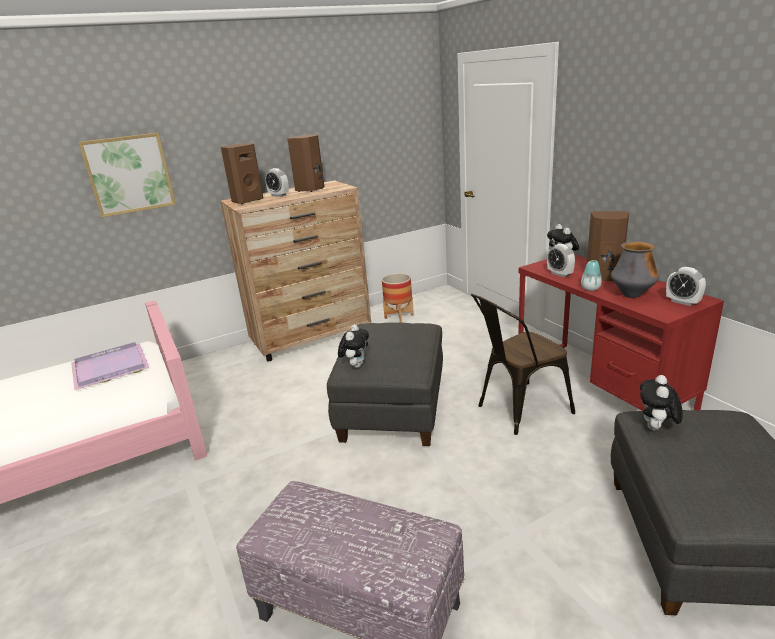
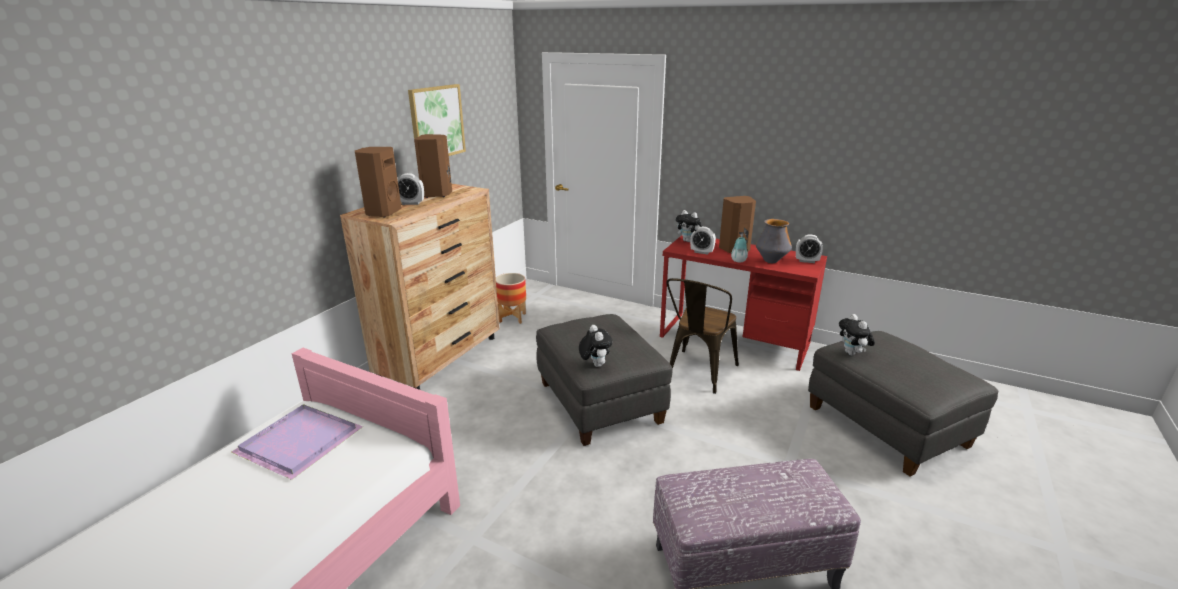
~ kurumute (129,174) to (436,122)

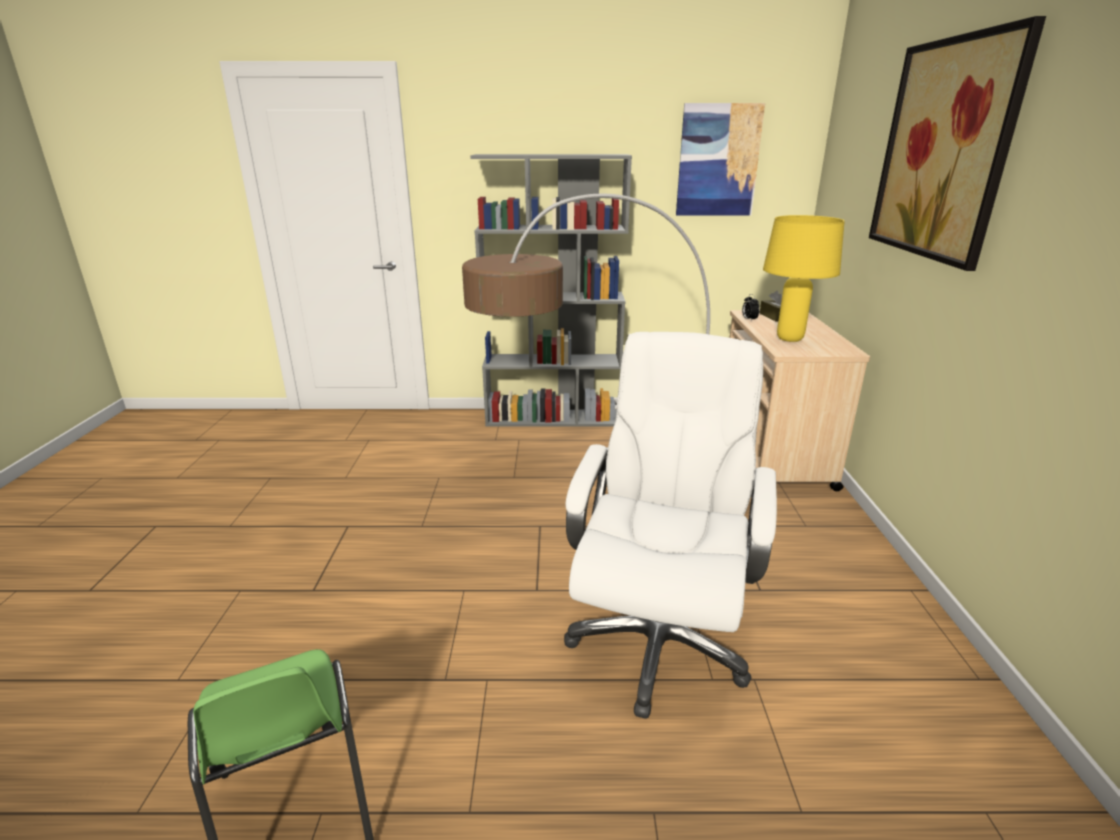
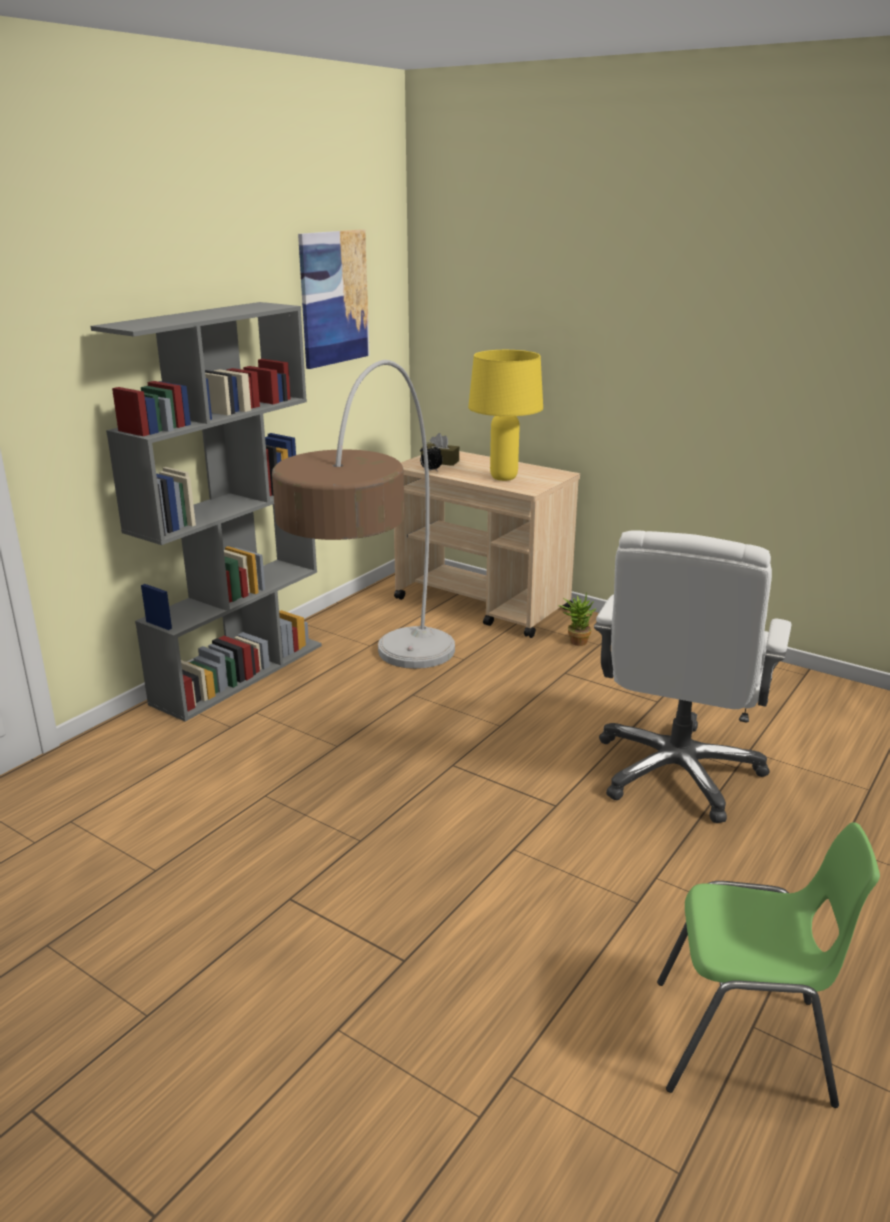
~ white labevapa (657,640) = (677,772) 120 degrees counterclockwise
- kurumute (944,150)
+ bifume (575,641)

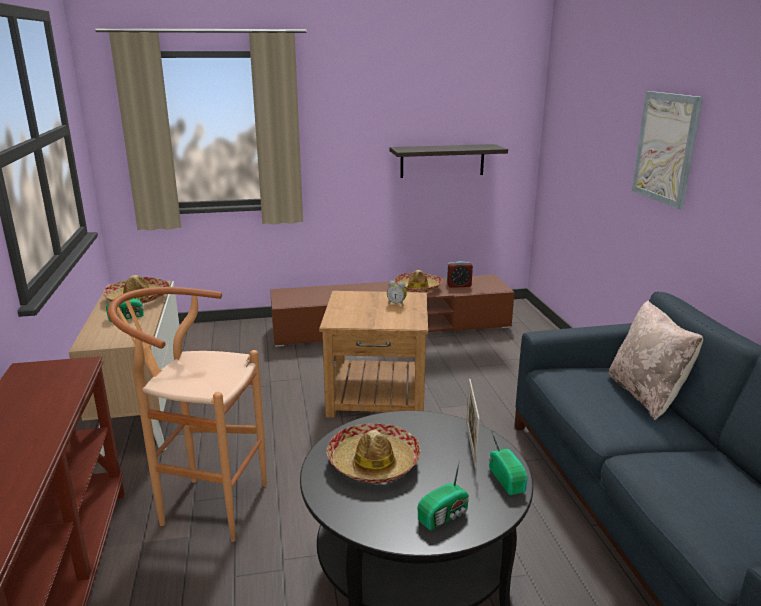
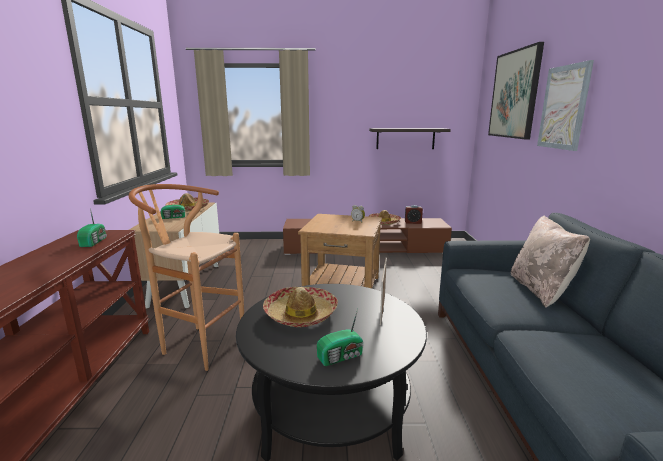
~ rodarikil (507,479) to (94,242)
+ kurumute (514,94)

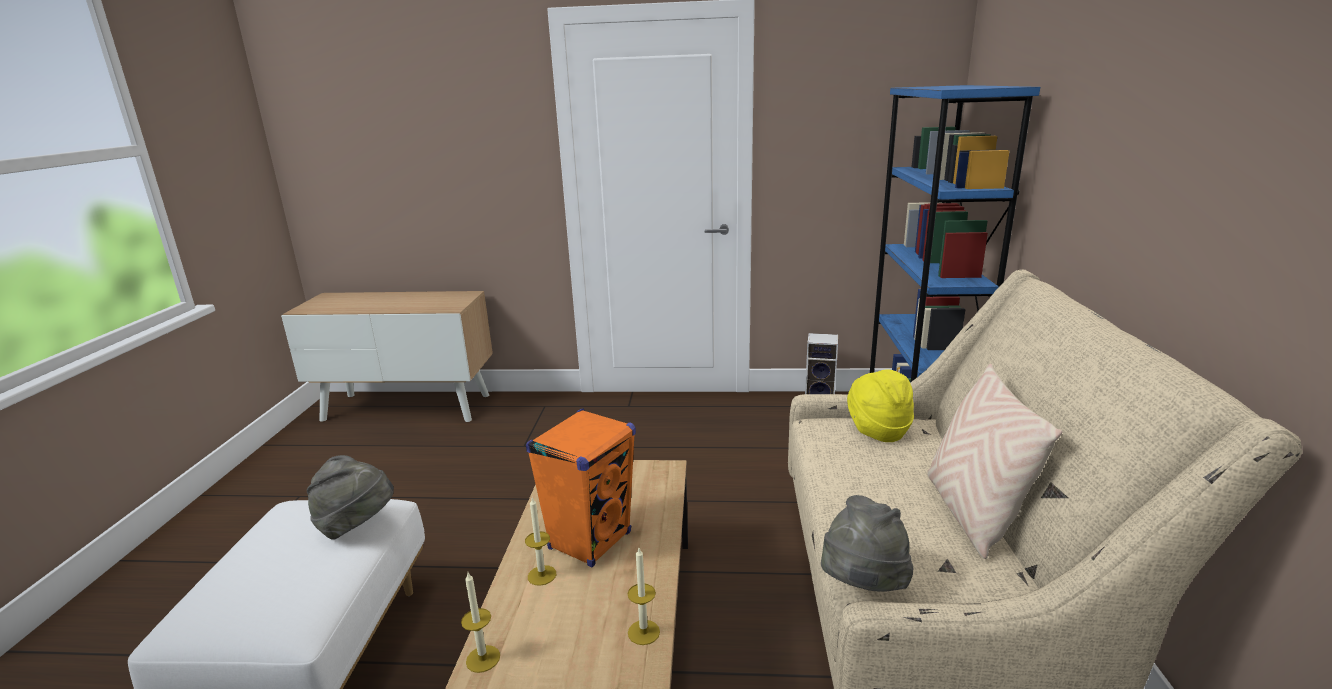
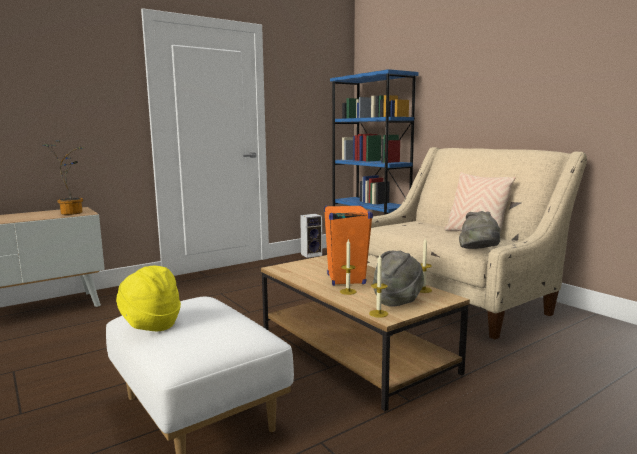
~ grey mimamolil (357,526) to (397,300)
~ yellow mimamolil (877,430) to (150,325)
+ bifume (72,212)

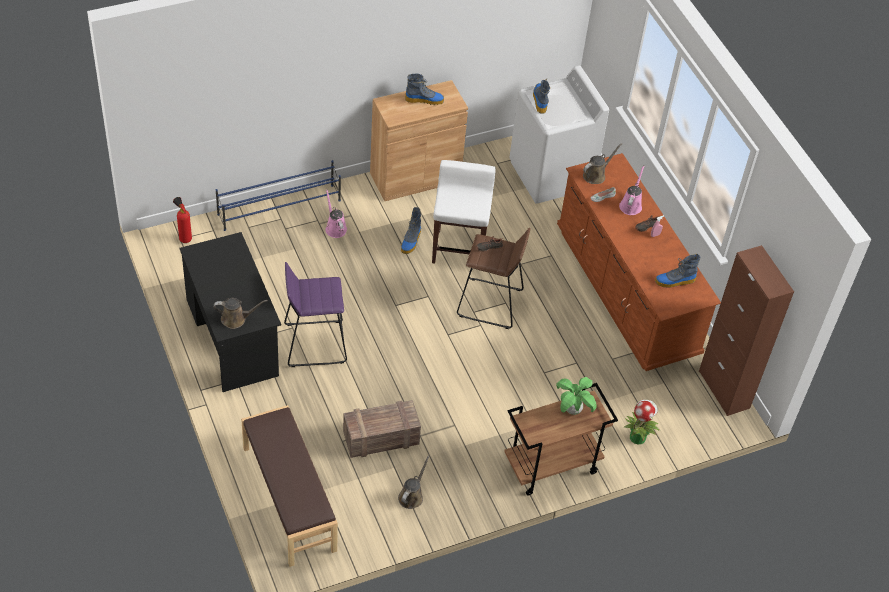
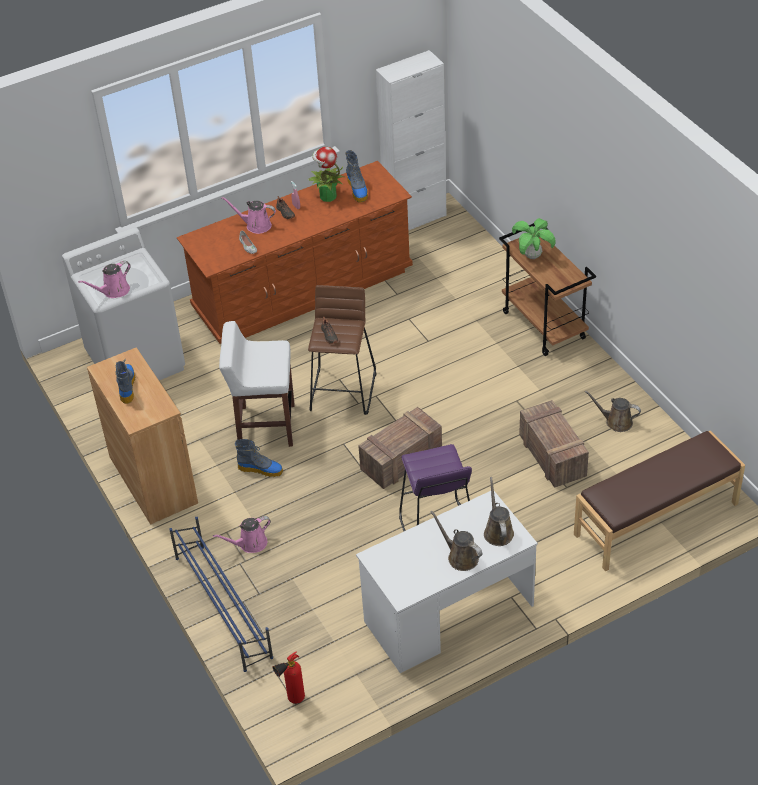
~ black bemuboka (232,337) to white bemuboka (448,614)
~ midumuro (540,100) to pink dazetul (113,291)
~ brown dazetul (596,175) to (460,557)
~ bifume (638,437) to (327,196)
~ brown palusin (724,389) to white palusin (415,218)
+ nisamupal (400,461)

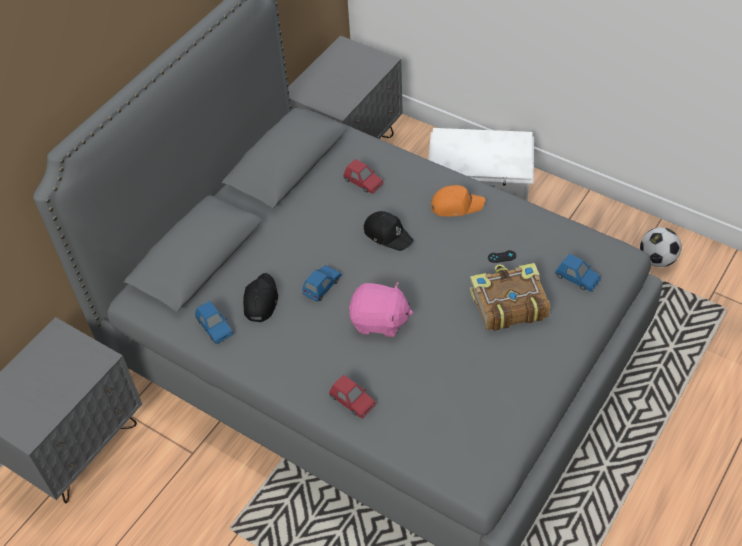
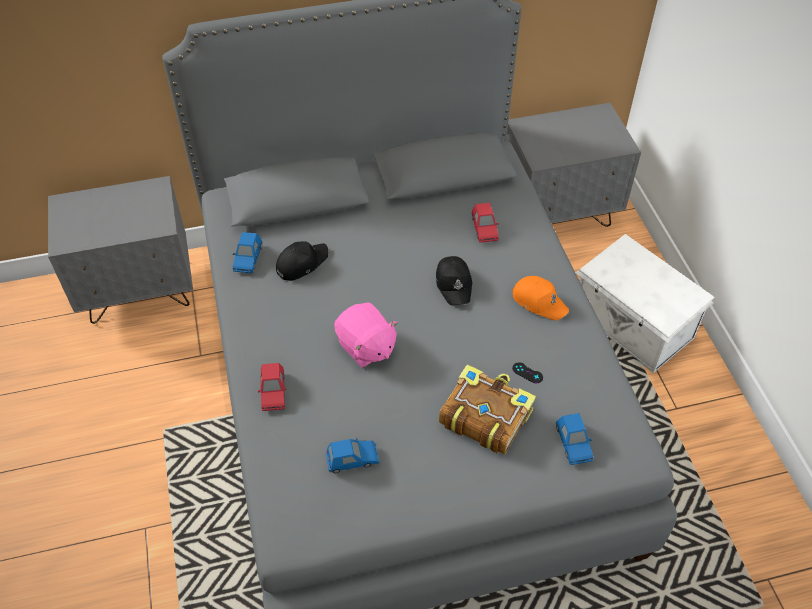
~ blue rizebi (322,286) to (352,459)
- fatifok (657,259)

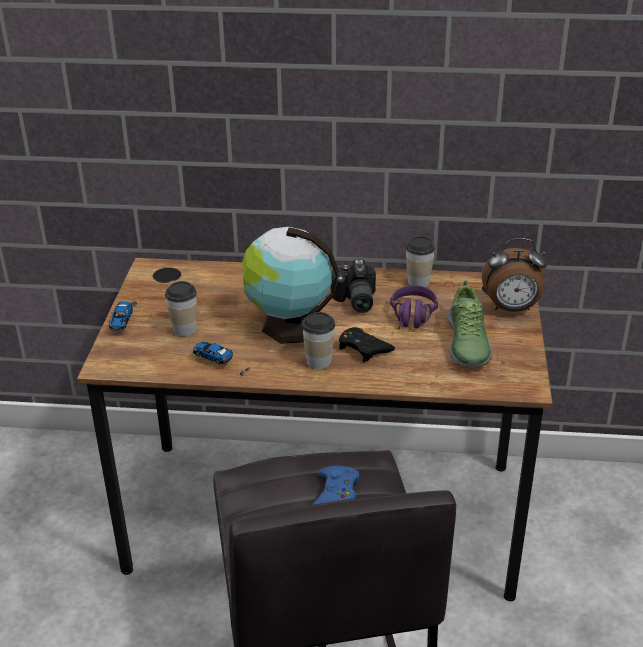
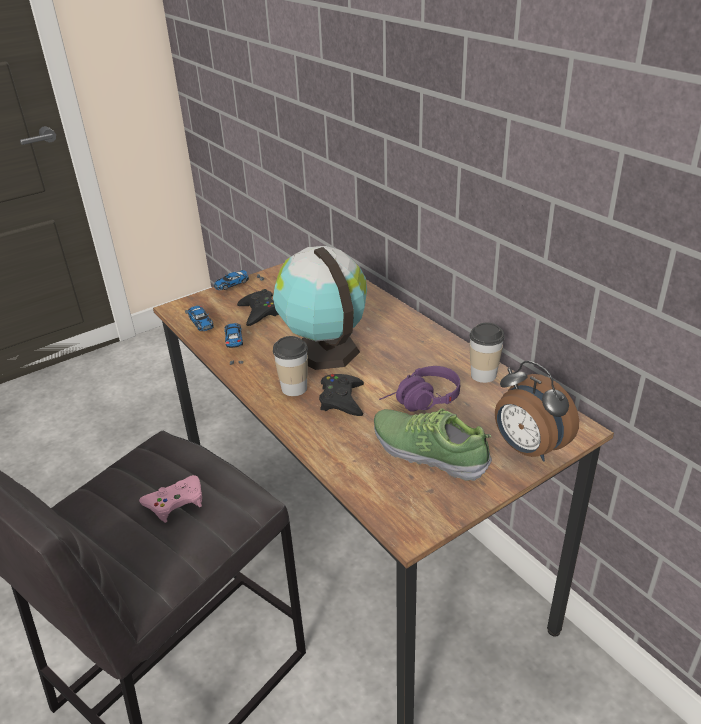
~ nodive (184,329) to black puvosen (259,312)
~ blue puvosen (335,494) to pink puvosen (175,502)
- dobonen (354,301)
~ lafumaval (466,343) = (429,452) 75 degrees clockwise
+ rizebi (199,323)

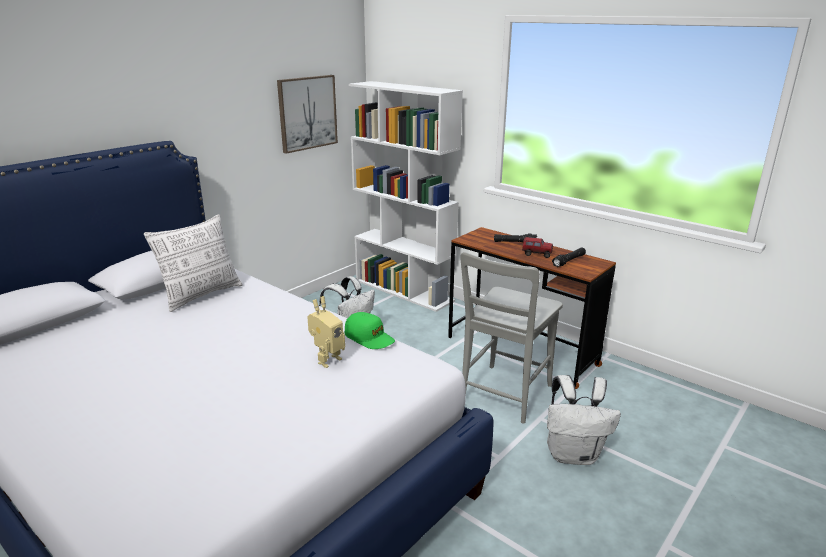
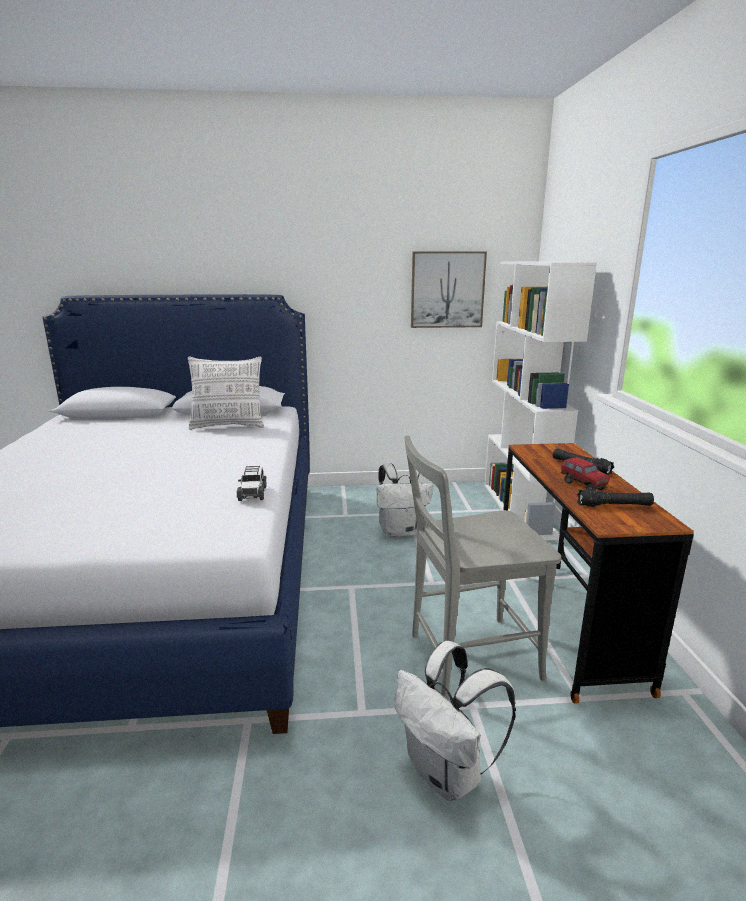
- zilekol (327,360)
~ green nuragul (369,338) to rizebi (252,493)

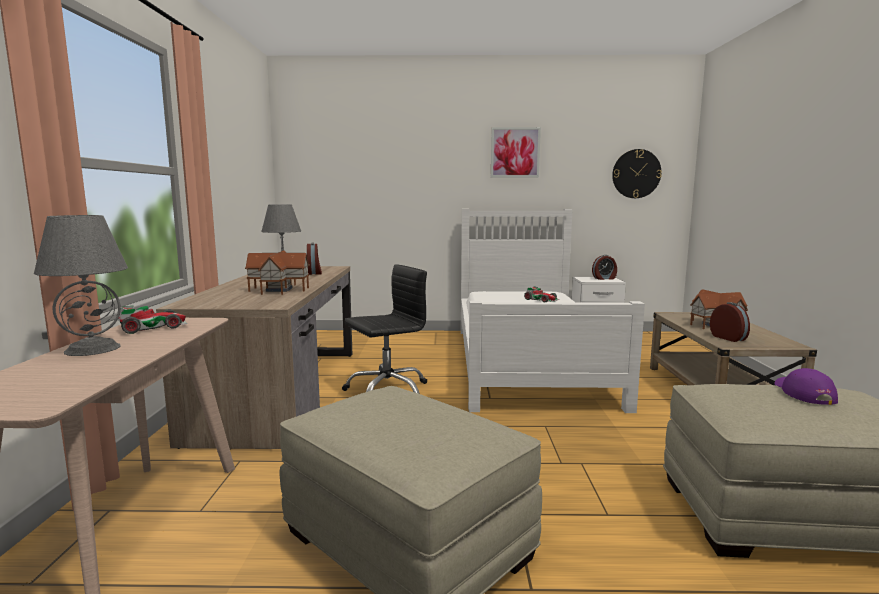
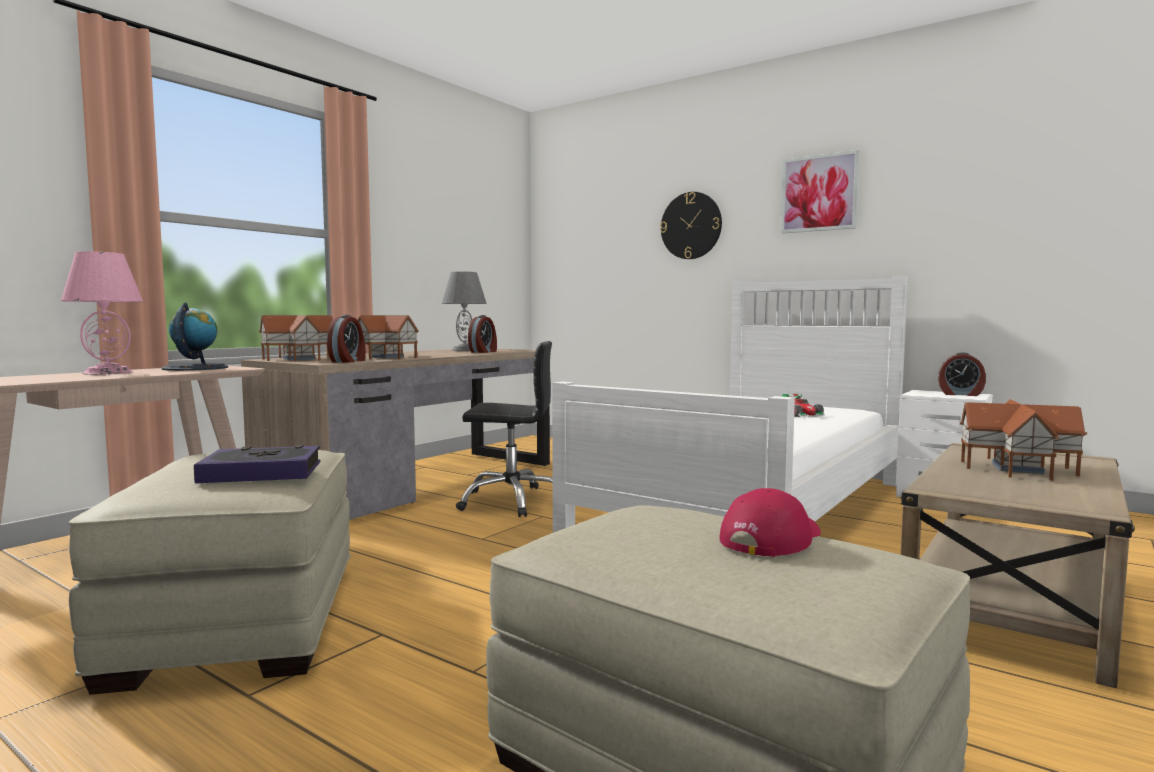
~ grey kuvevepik (93,348) to pink kuvevepik (108,372)
~ rizebi (153,327) to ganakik (195,368)
~ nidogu (636,174) to (691,225)
~ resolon (729,338) to (348,361)
~ purple nuragul (803,393) to red nuragul (771,538)
+ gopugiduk (262,473)
+ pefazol (300,359)

